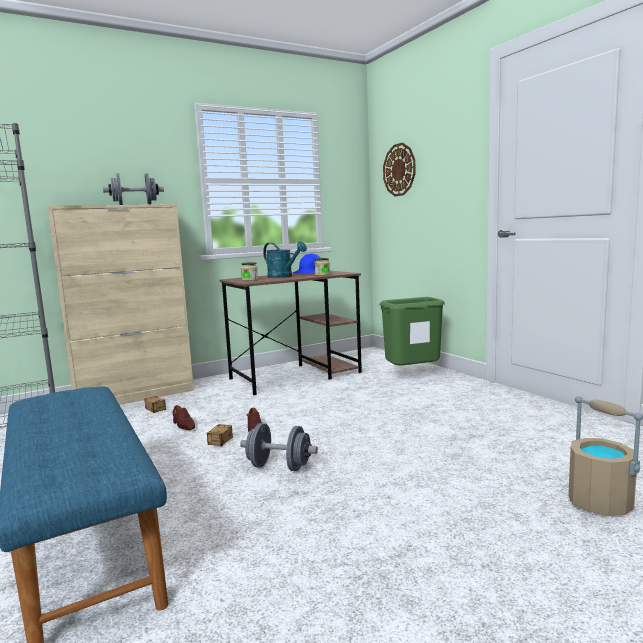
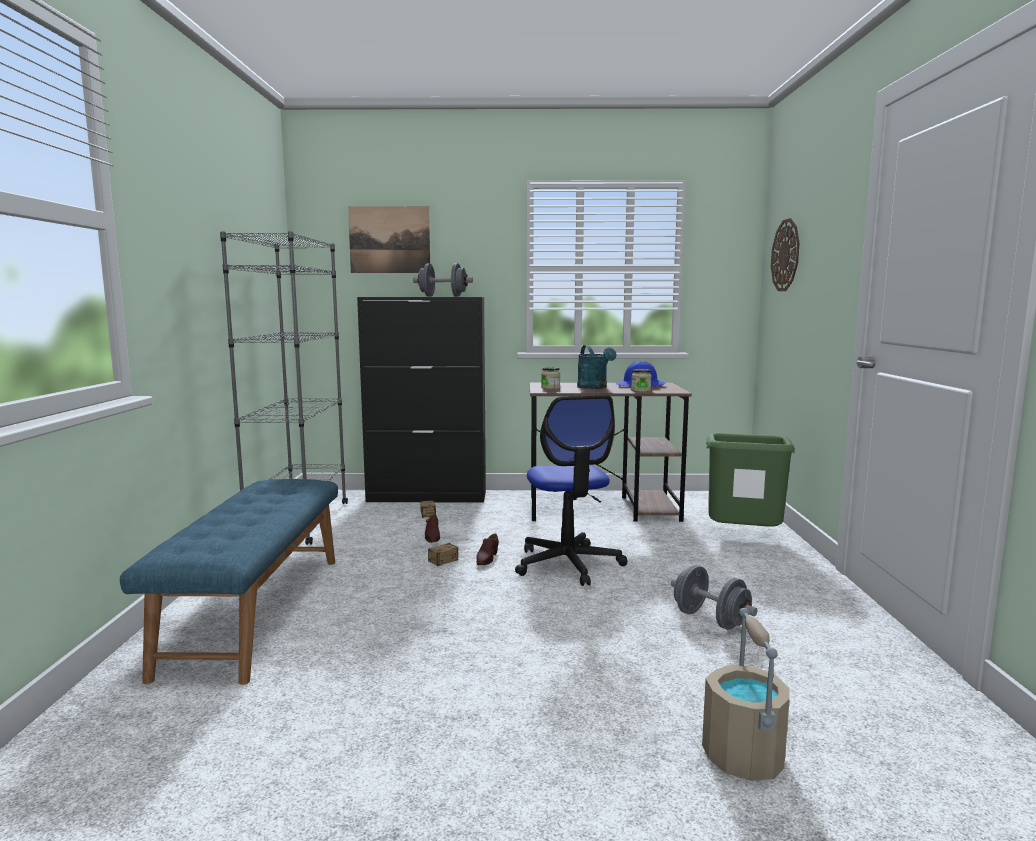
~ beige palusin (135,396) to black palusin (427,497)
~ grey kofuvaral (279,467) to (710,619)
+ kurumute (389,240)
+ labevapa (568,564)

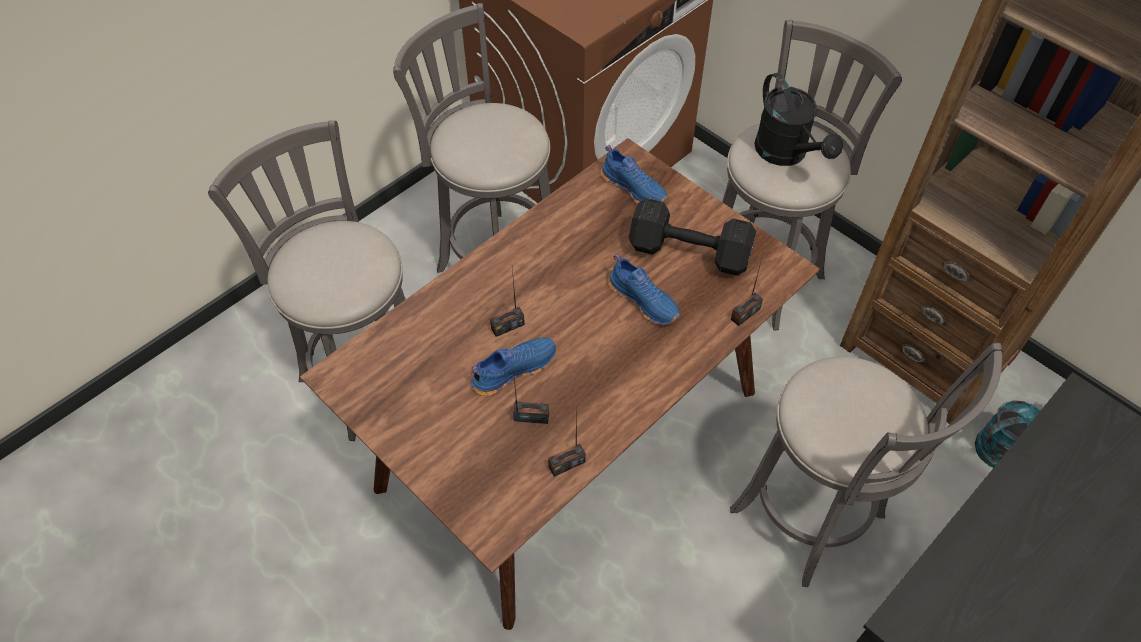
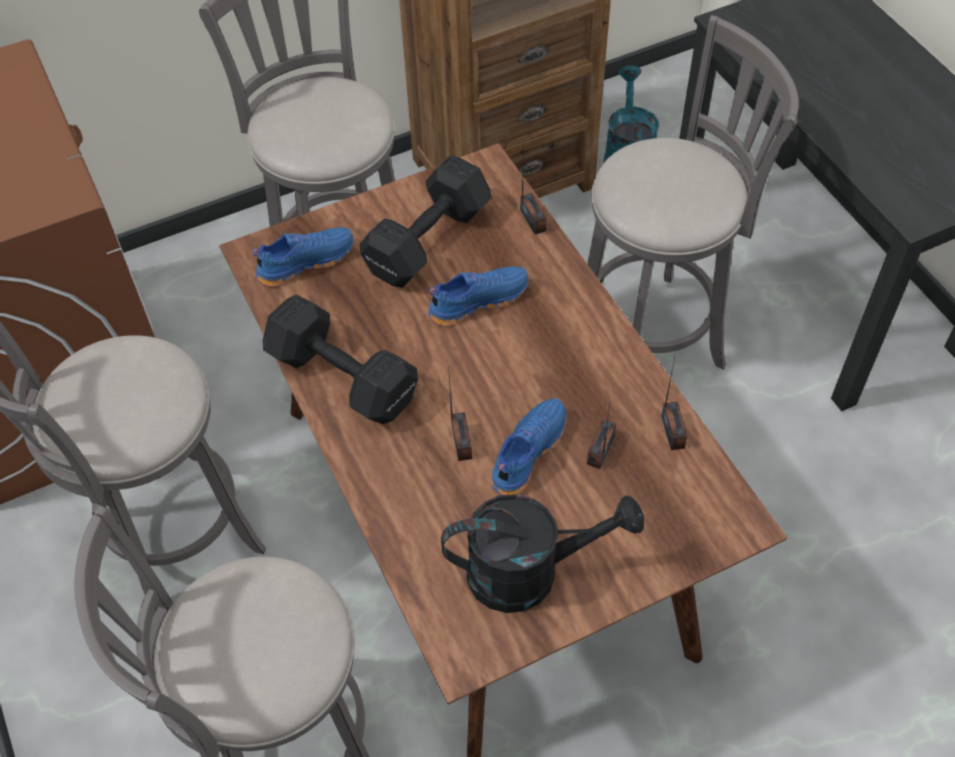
~ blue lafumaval (513,369) = (526,452) 45 degrees clockwise
~ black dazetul (787,154) to (529,571)
+ black kofuvaral (344,380)

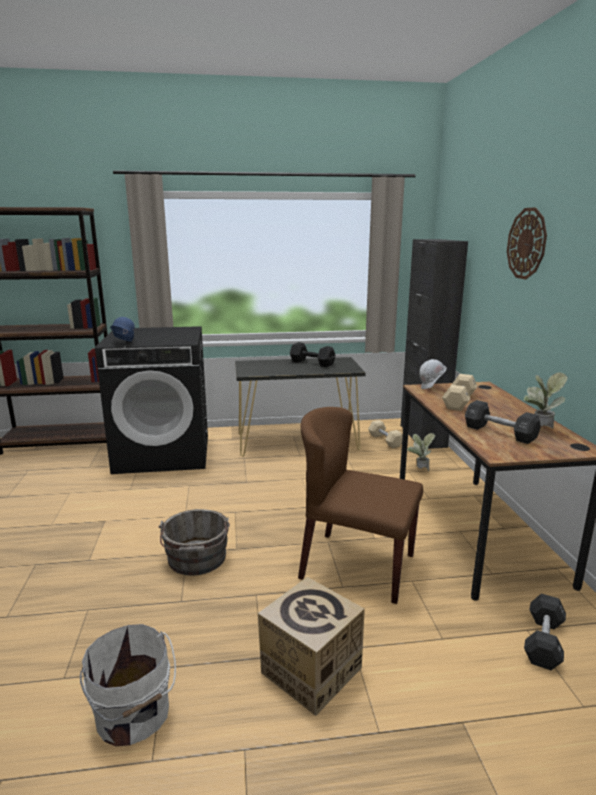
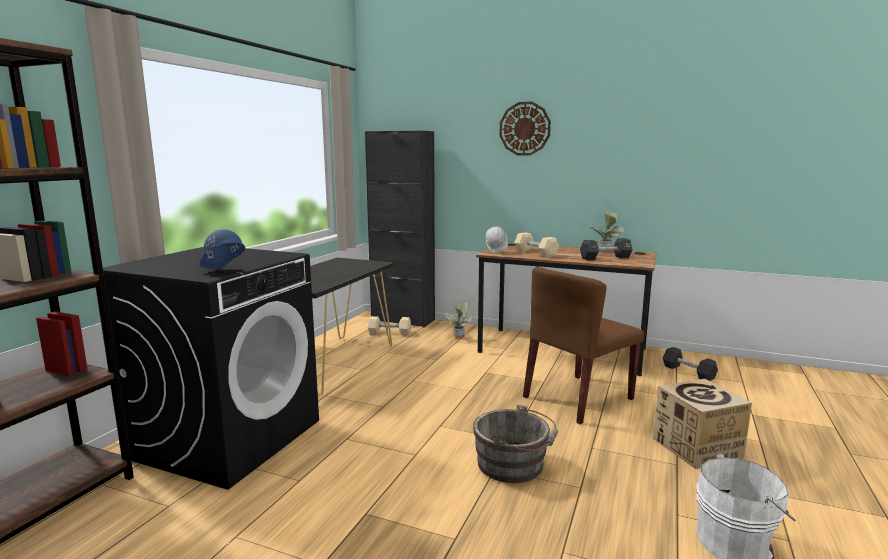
- black kofuvaral (312,363)

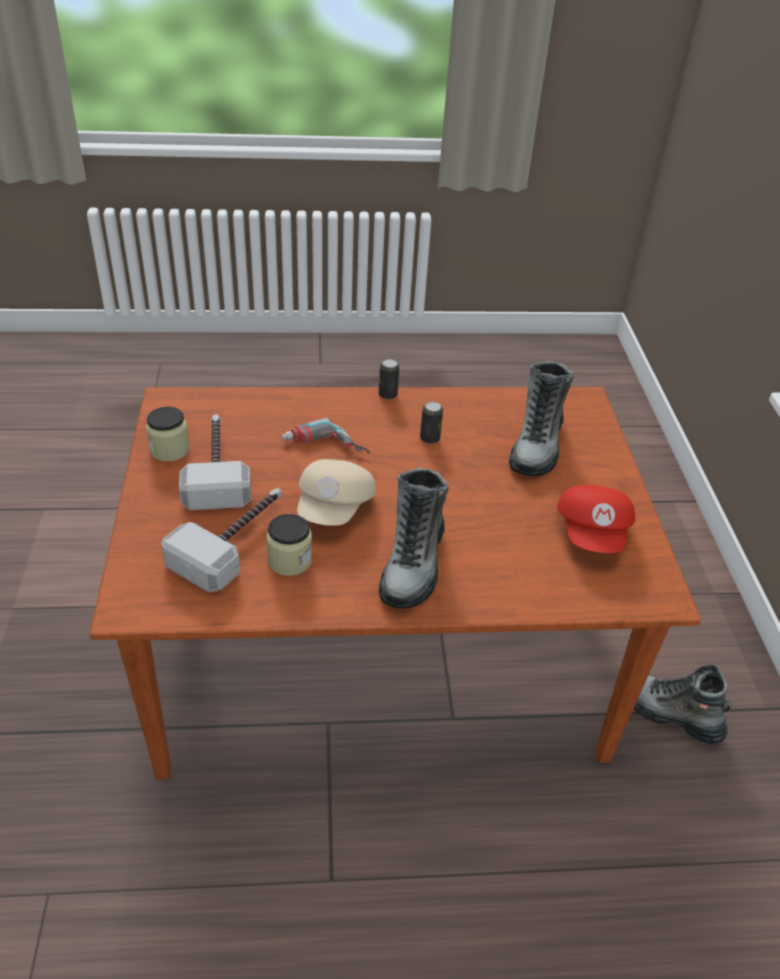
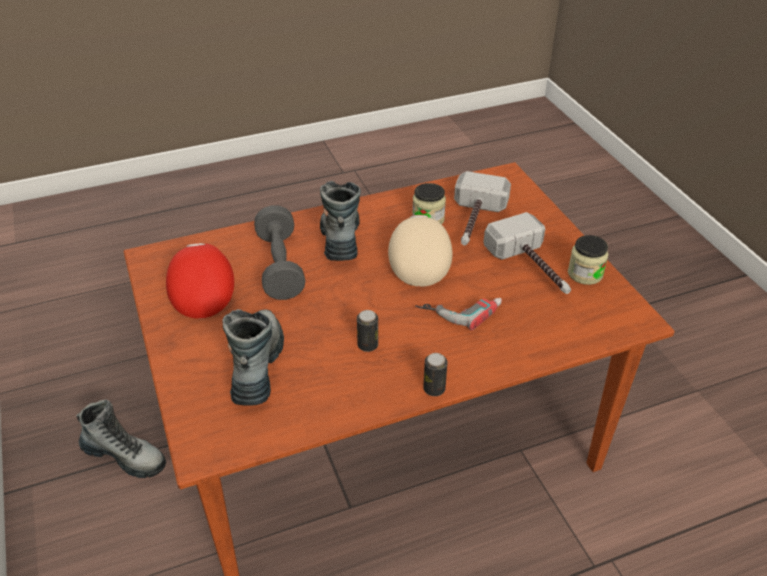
+ grey kofuvaral (280,266)

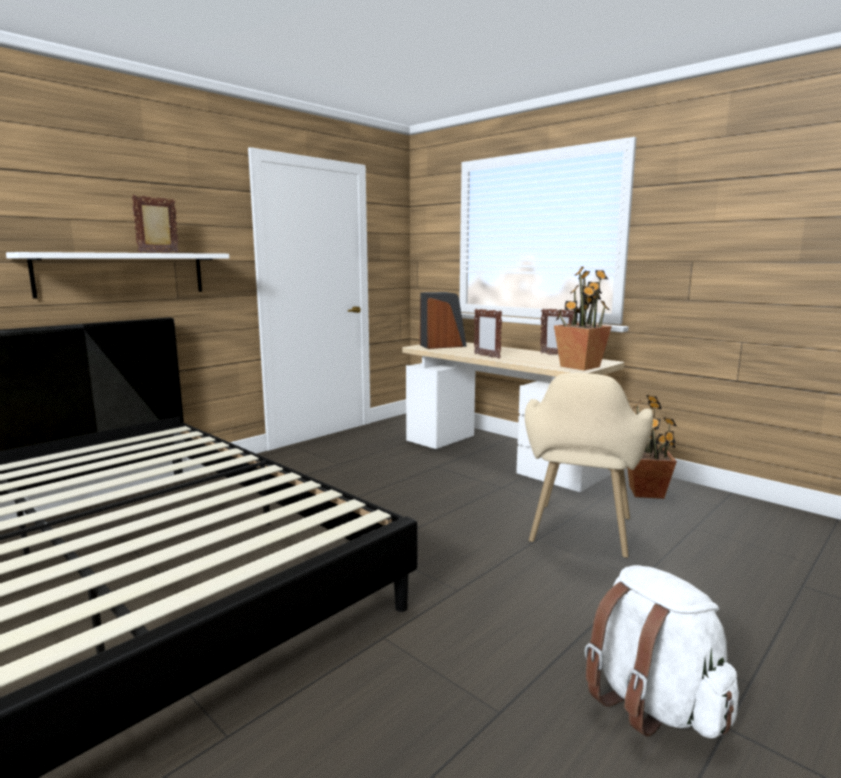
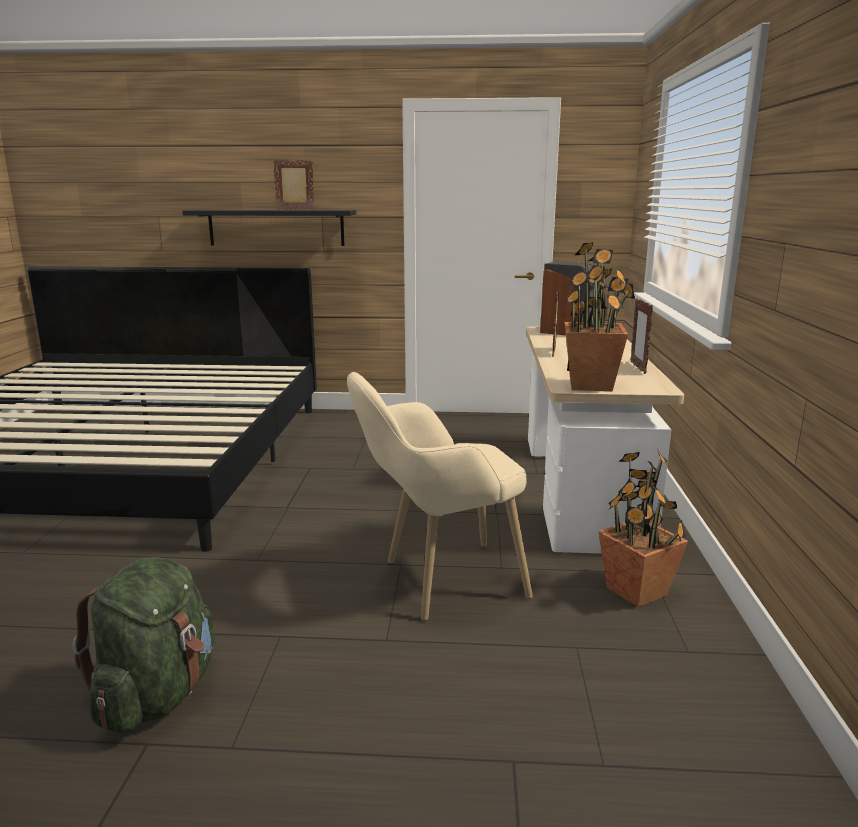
~ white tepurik (123,274) to black tepurik (276,227)
~ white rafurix (651,702) to green rafurix (158,694)

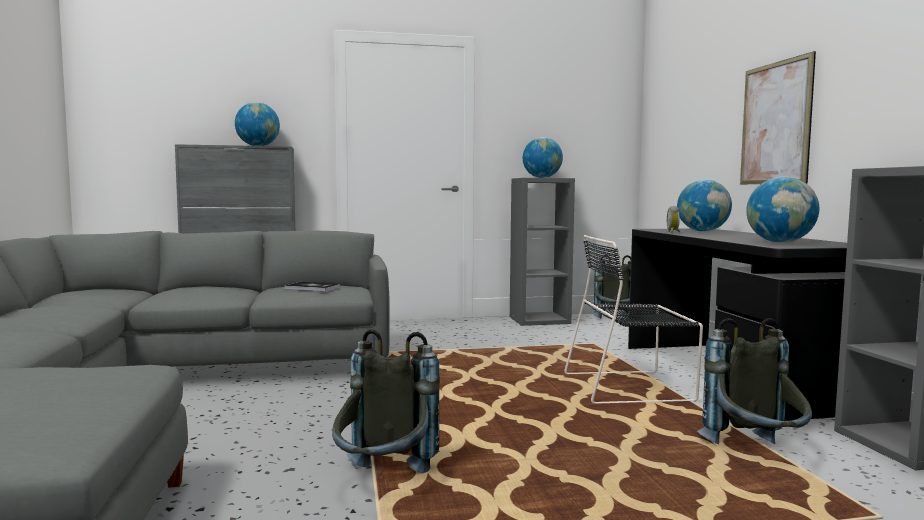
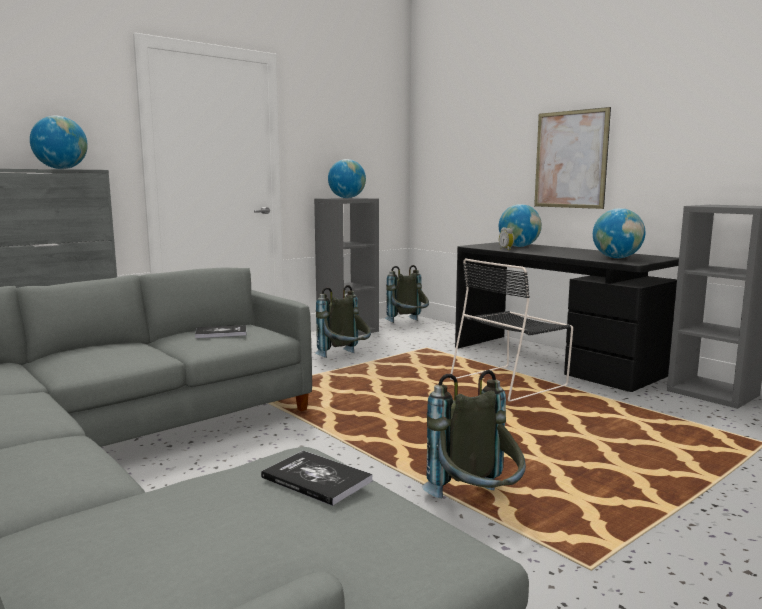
~ grey rafurix (756,454) to (346,359)
+ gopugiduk (316,479)

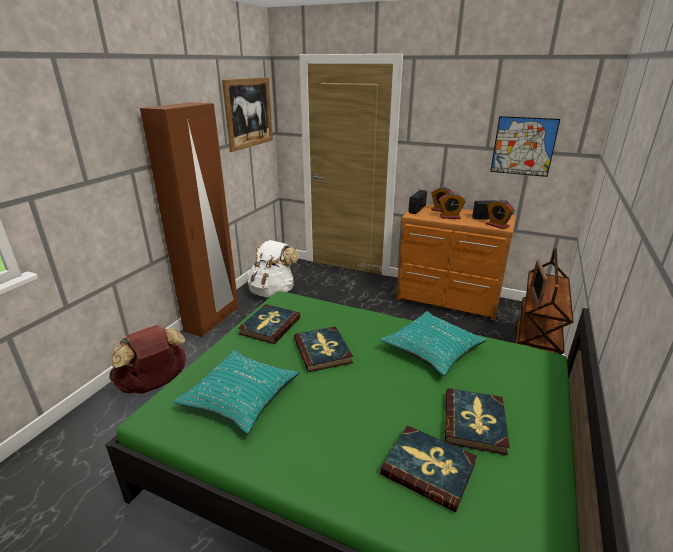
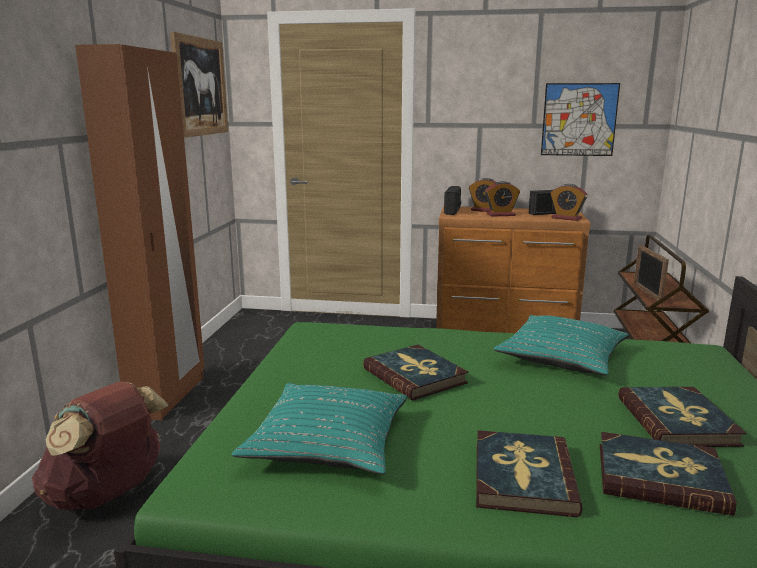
~ gopugiduk (269,326) to (522,477)
- white rafurix (273,291)

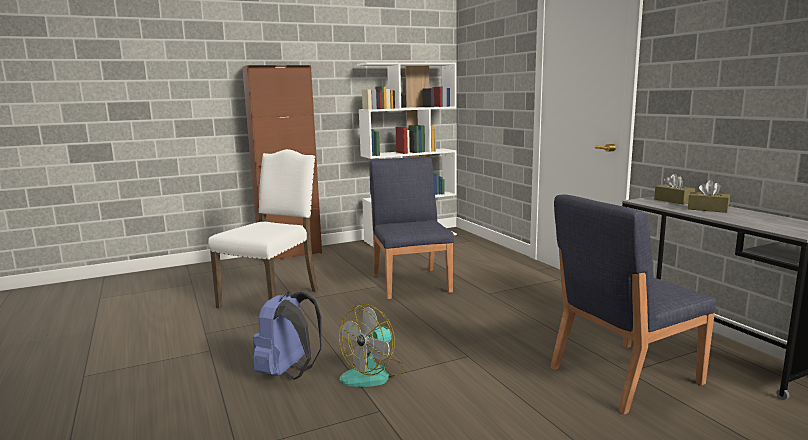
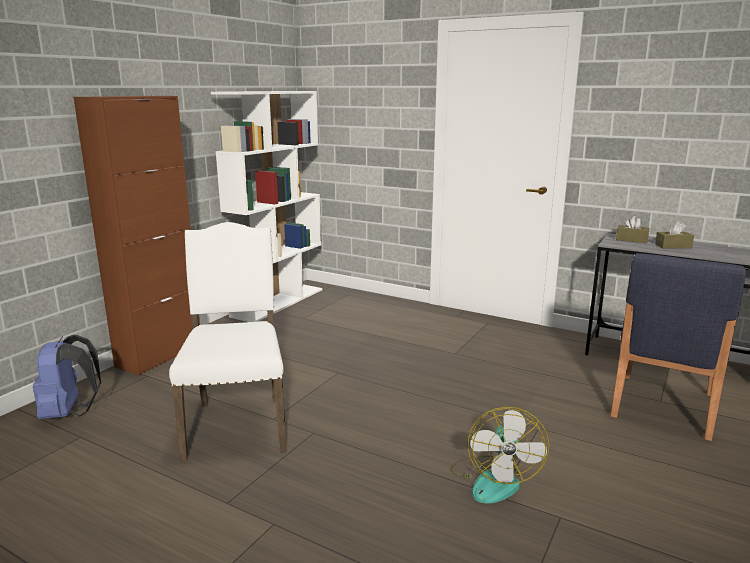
~ blue rafurix (289,373) to (69,413)
- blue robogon (411,282)

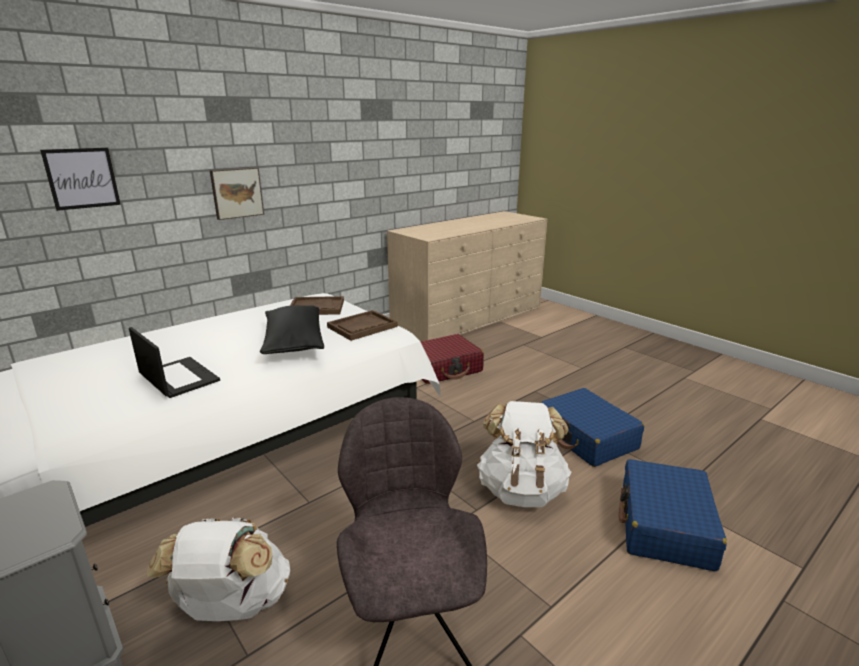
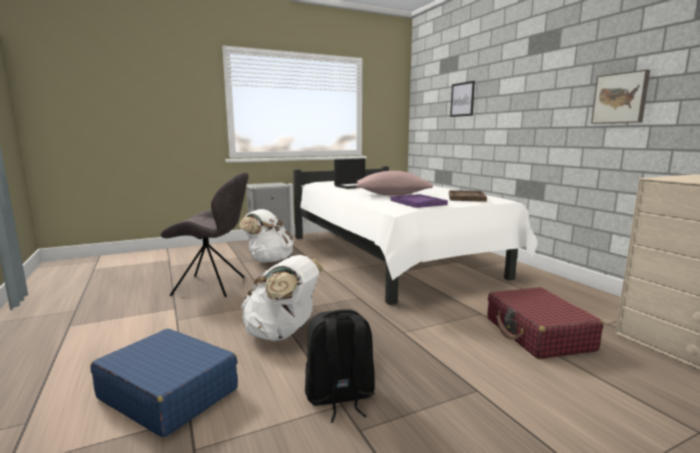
~ kurumute (236,192) to (620,98)
~ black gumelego (294,343) to pink gumelego (392,194)
~ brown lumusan (362,327) to purple lumusan (417,202)
~ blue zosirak (587,437) to black rafurix (339,397)

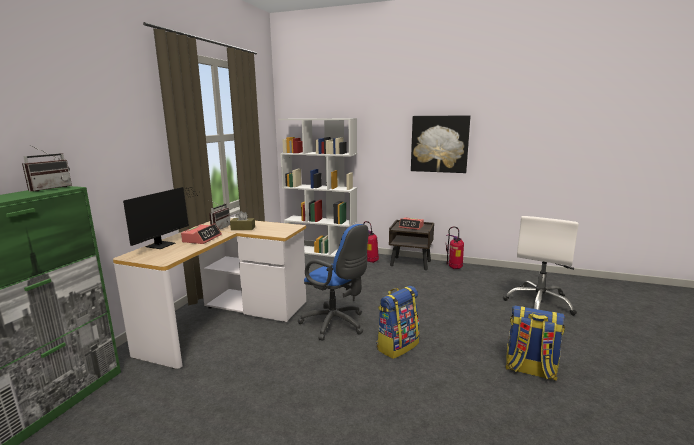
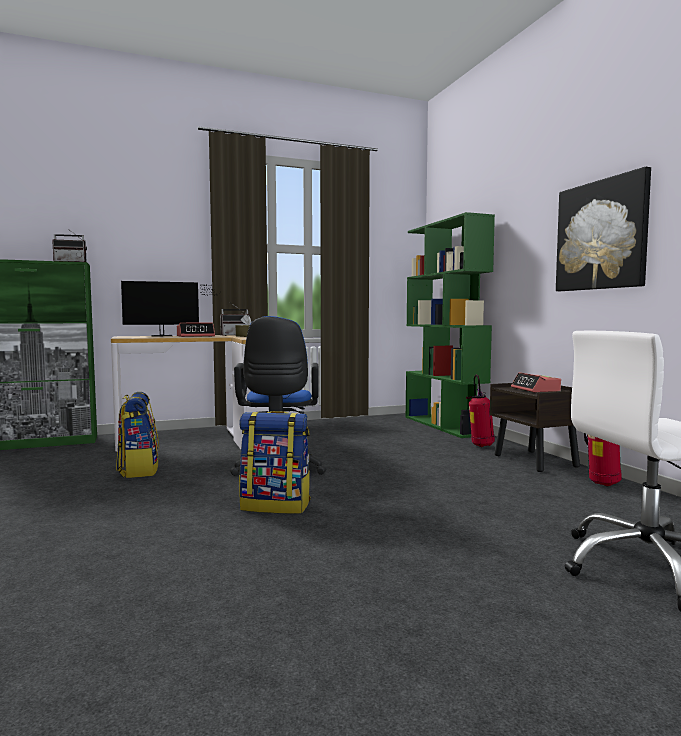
~ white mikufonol (321,251) to green mikufonol (444,425)
~ rafurix (529,370) to (138,470)

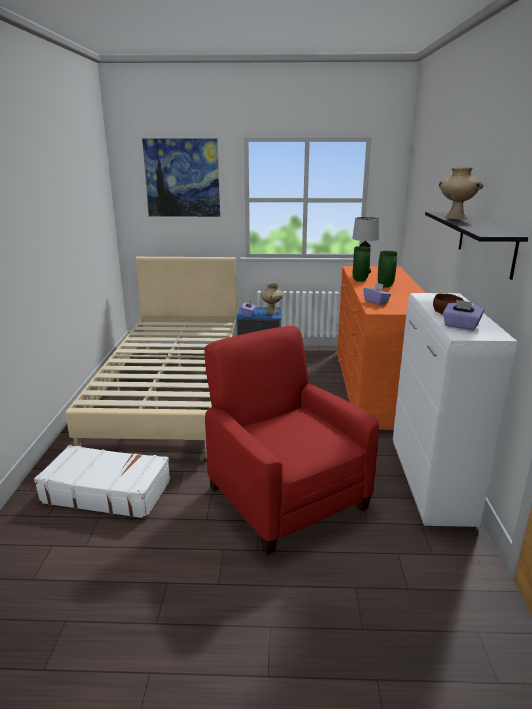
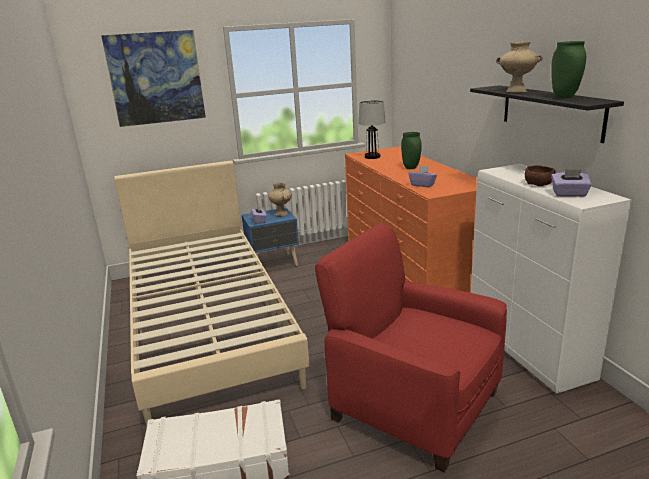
~ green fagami (359,280) to (563,97)

